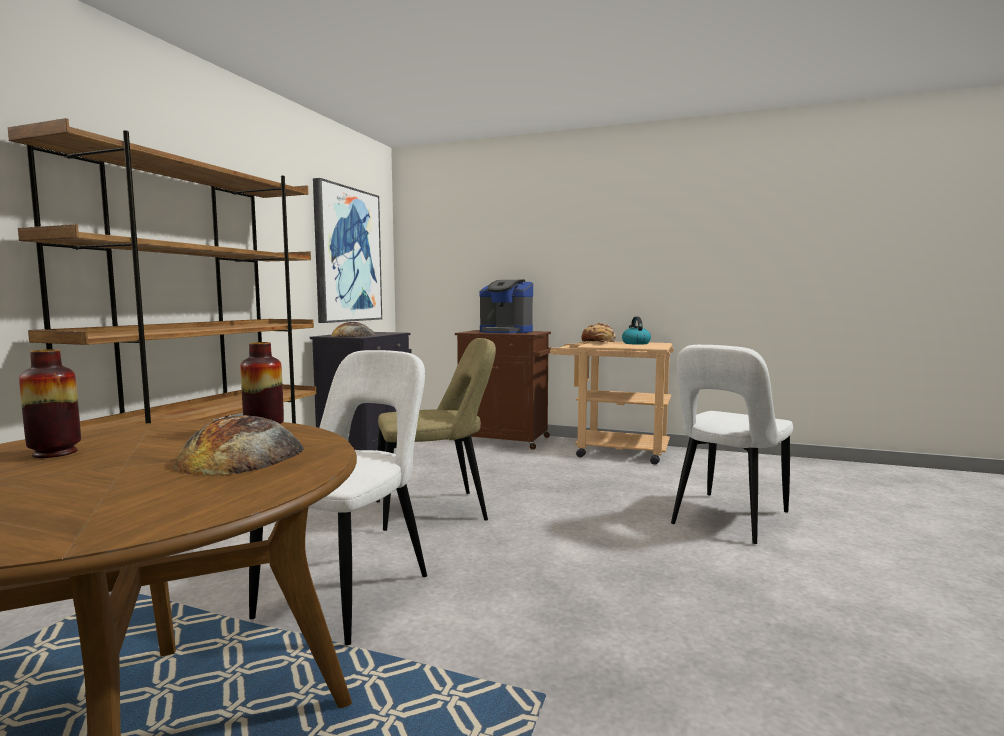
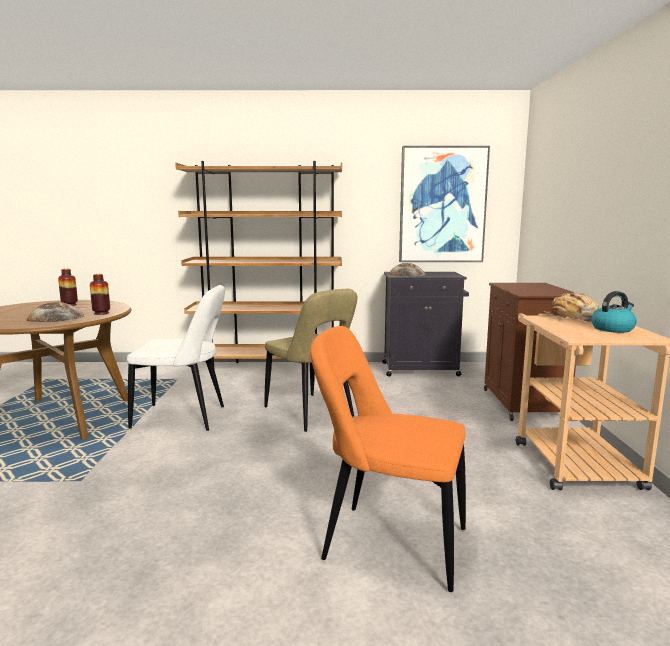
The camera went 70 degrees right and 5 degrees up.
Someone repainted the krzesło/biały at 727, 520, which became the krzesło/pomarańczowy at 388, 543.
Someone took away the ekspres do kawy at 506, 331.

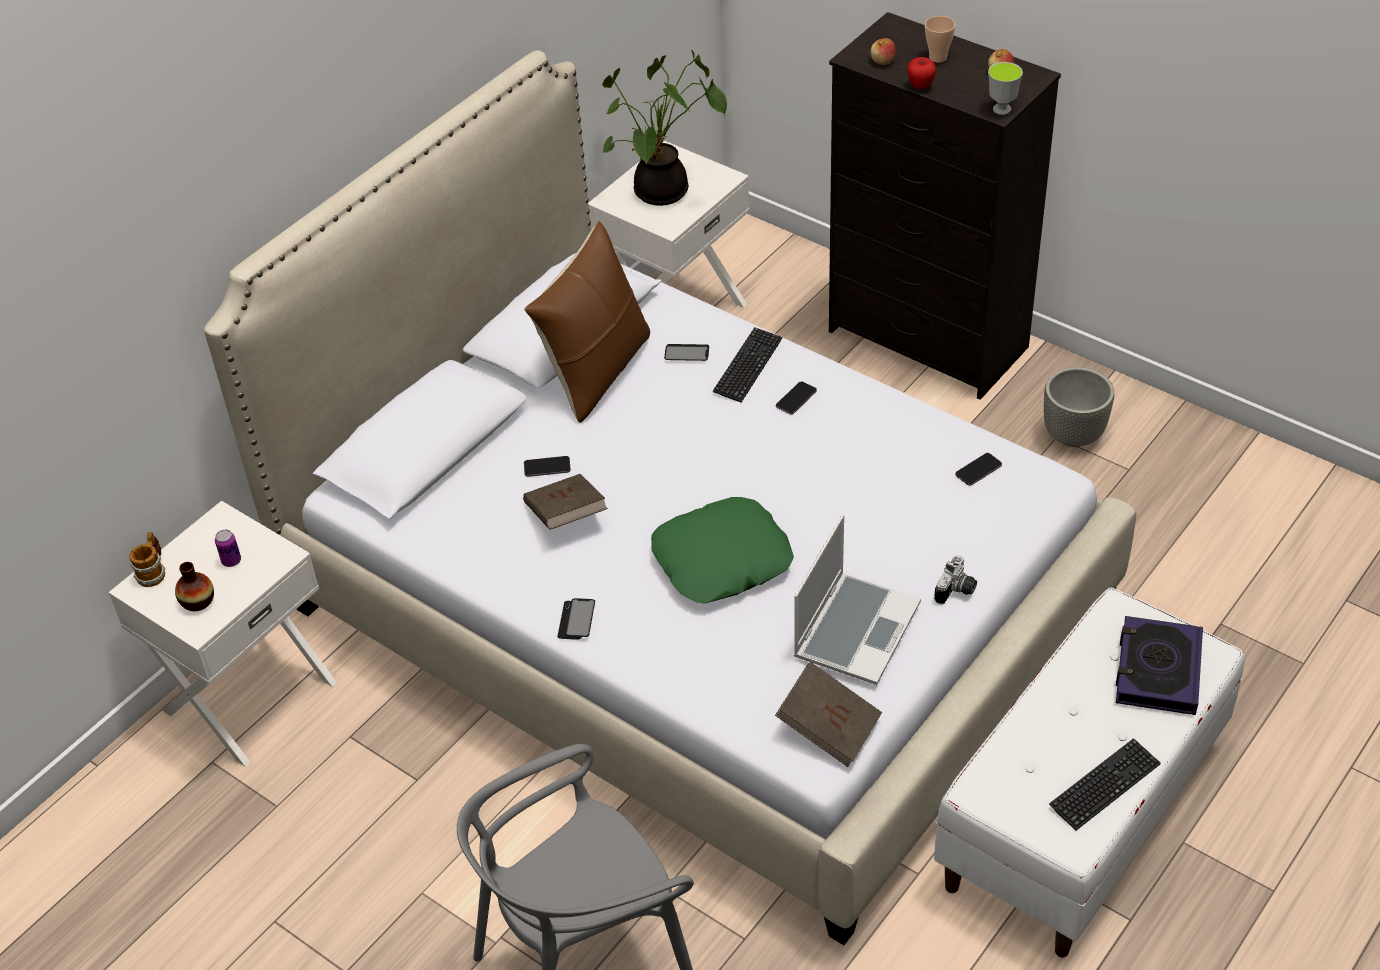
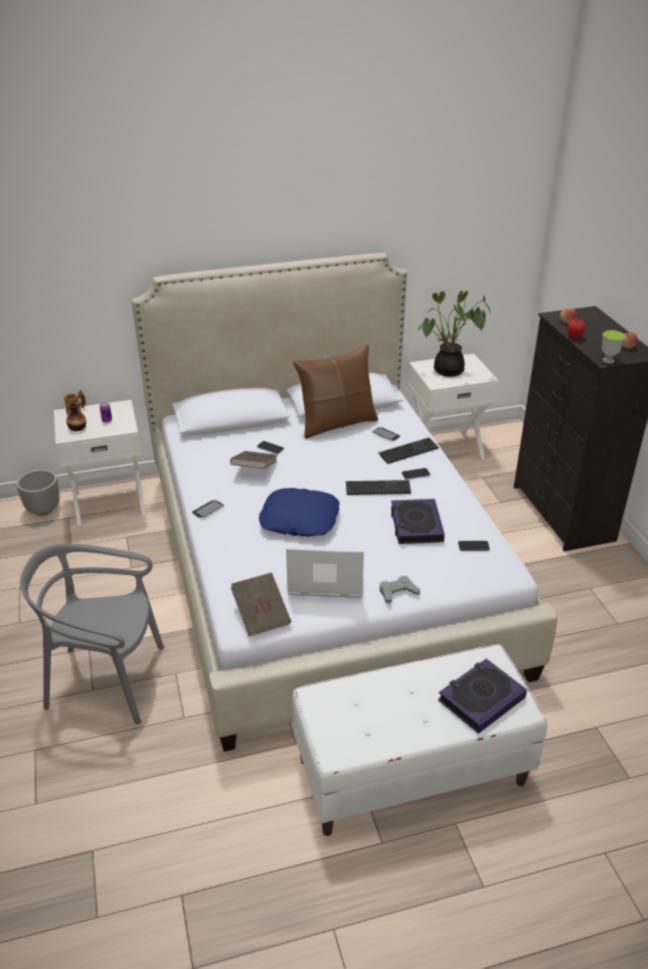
The camera went 35 degrees right and 10 degrees down.
Someone carried the donica from 1074, 435 to 43, 510.
Someone repainted the poduszka/zielony at 722, 561, which became the poduszka/niebieski at 299, 520.
Someone rotated the laptop at 855, 629 by 150 degrees counterclockwise.
Someone carried the klawiatura from 1104, 786 to 378, 489.
Someone swapped the aparat fotograficzny at 957, 591 for the pad do gier/szary at 397, 592.
Someone put down the książka at 416, 525.
Someone took away the filiżanka at 938, 57.

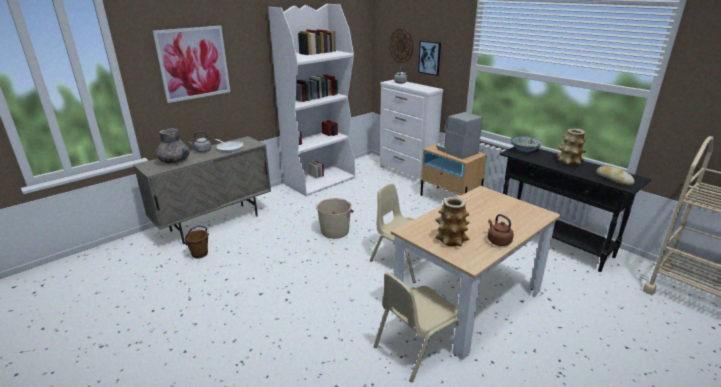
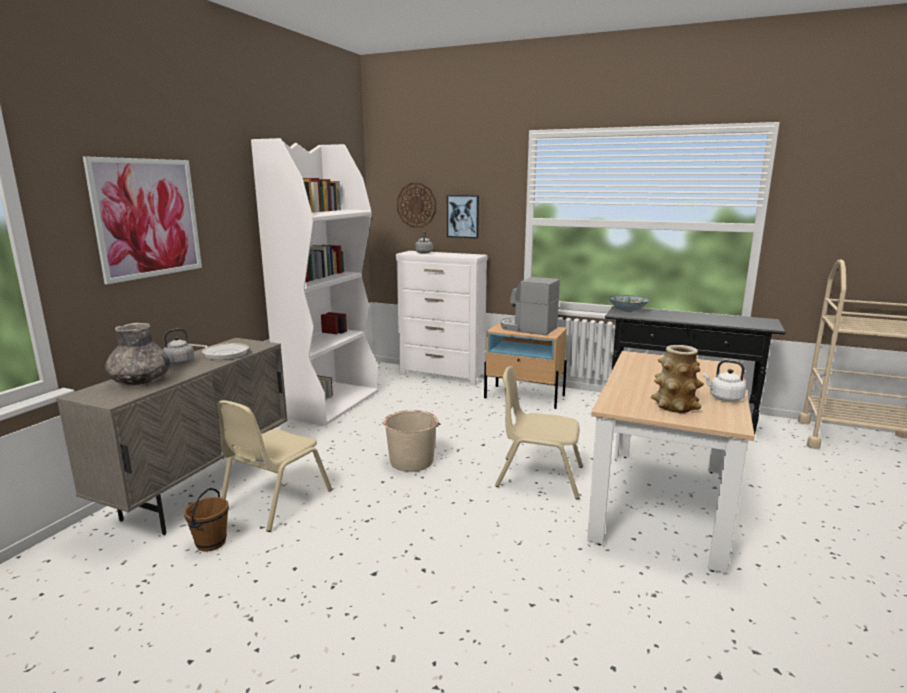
The camera went 25 degrees left and 10 degrees down.
Someone carried the krzesło/beżowy from 417, 347 to 275, 501.
Someone repainted the czajnik/brązowy at 498, 241, which became the czajnik/biały at 724, 398.
Someone took away the wazon at 568, 162.
Someone took away the chleb at 613, 179.

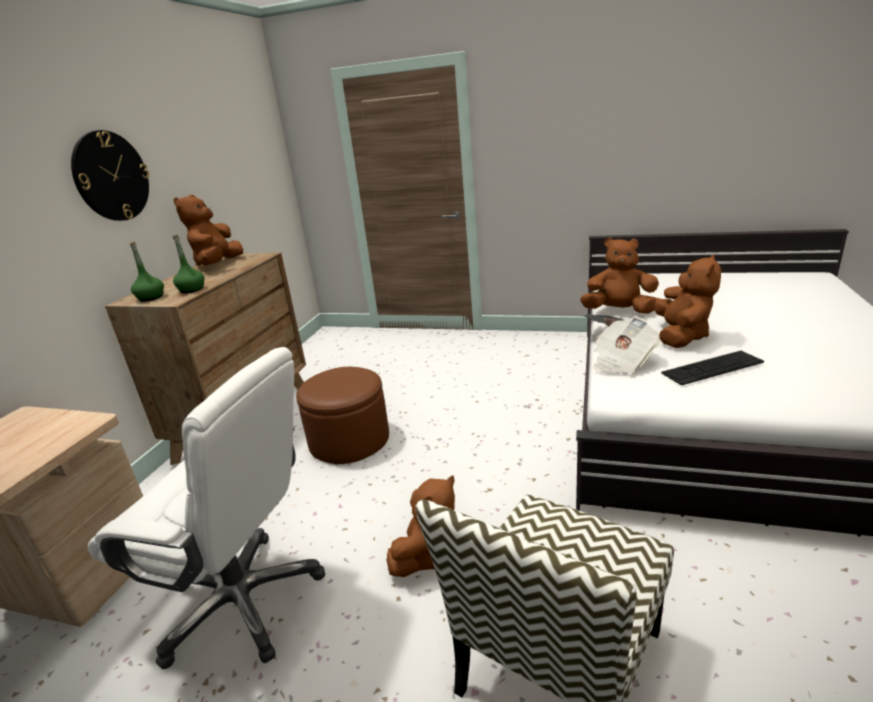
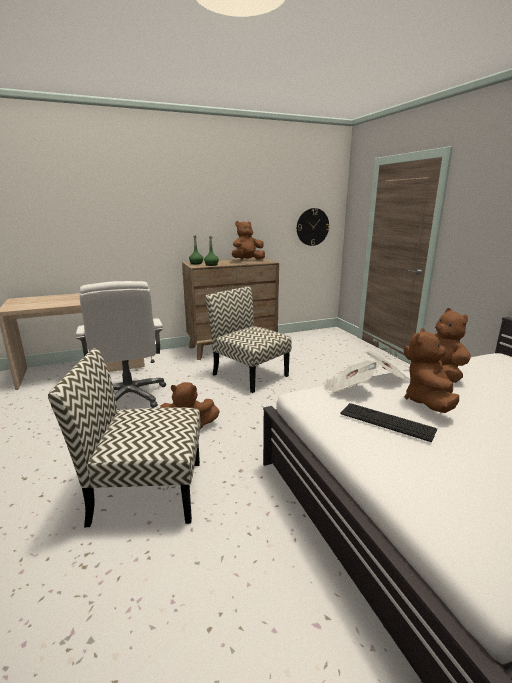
The camera went 50 degrees right and 5 degrees down.
Someone swapped the pufa/brązowy at 349, 440 for the krzesło at 249, 375.
Someone carried the zegar ścienny from 111, 176 to 312, 227.
Someone rotated the pluszak/brązowy at 681, 336 by 135 degrees clockwise.

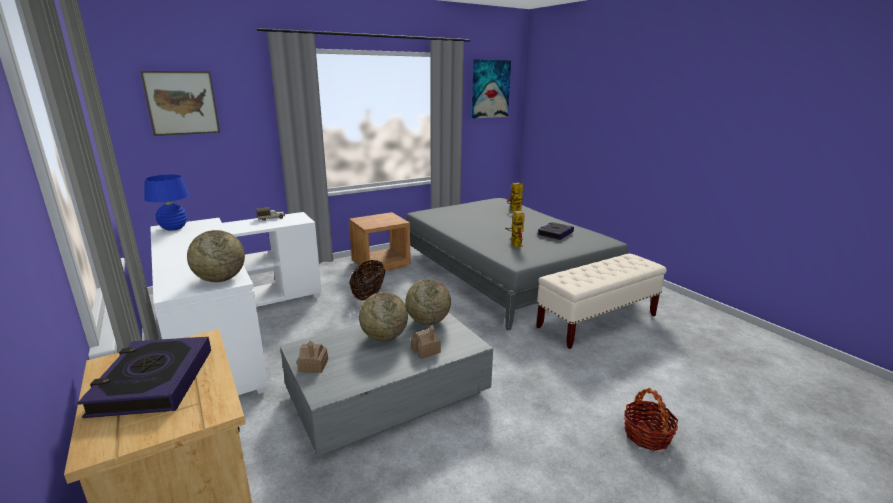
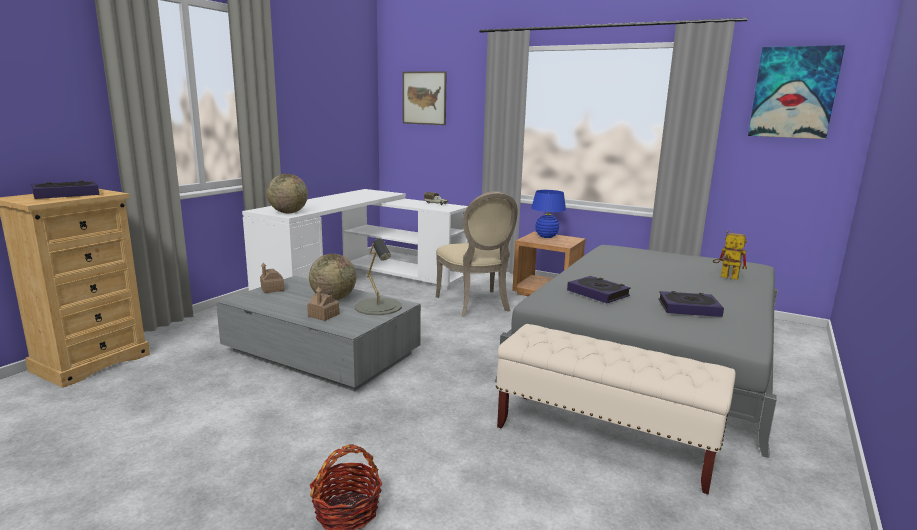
The camera went 60 degrees right and 5 degrees down.
Someone swapped the globus at 428, 321 for the lampa stołowa/szary at 378, 306.
Someone swapped the koszyk at 368, 295 for the krzesło/beżowy at 476, 304.
Someone carried the lampa stołowa/niebieski from 174, 228 to 546, 236.
Someone swapped the robot zabawkowy at 514, 243 for the książka at 598, 293.

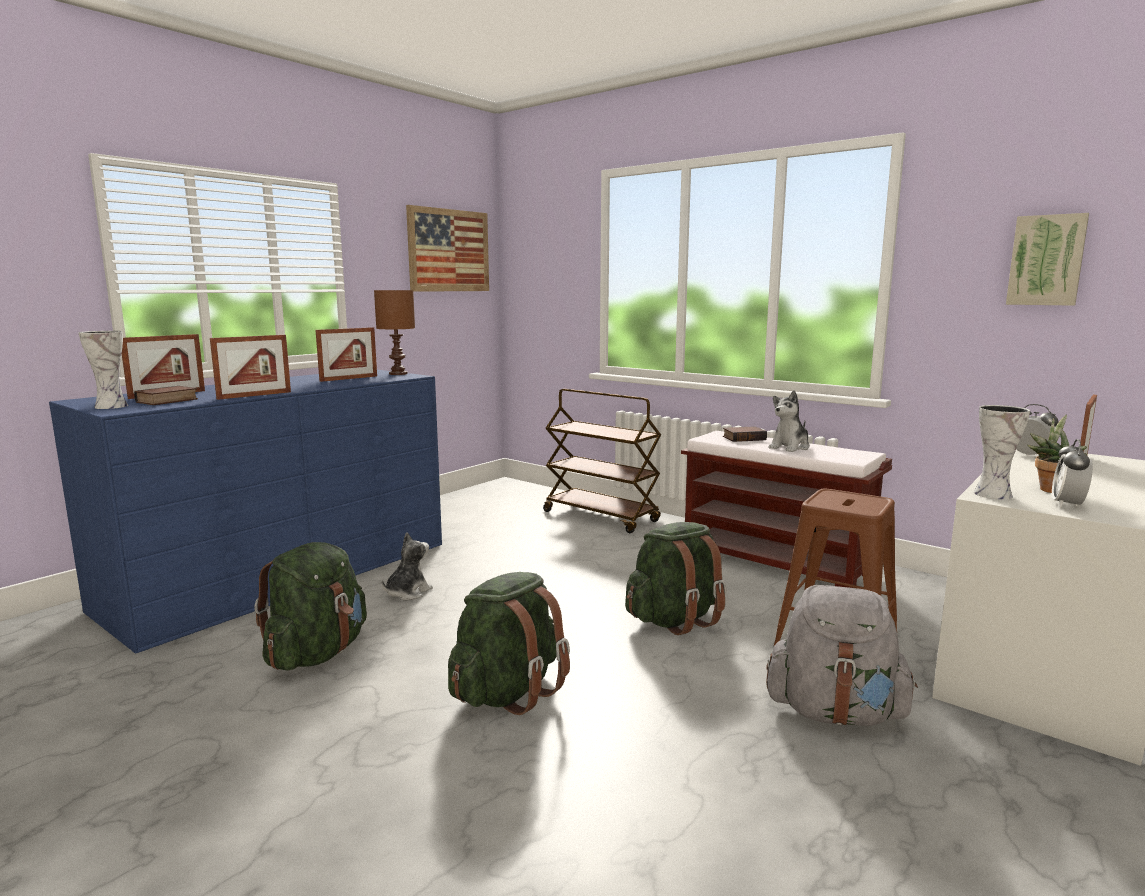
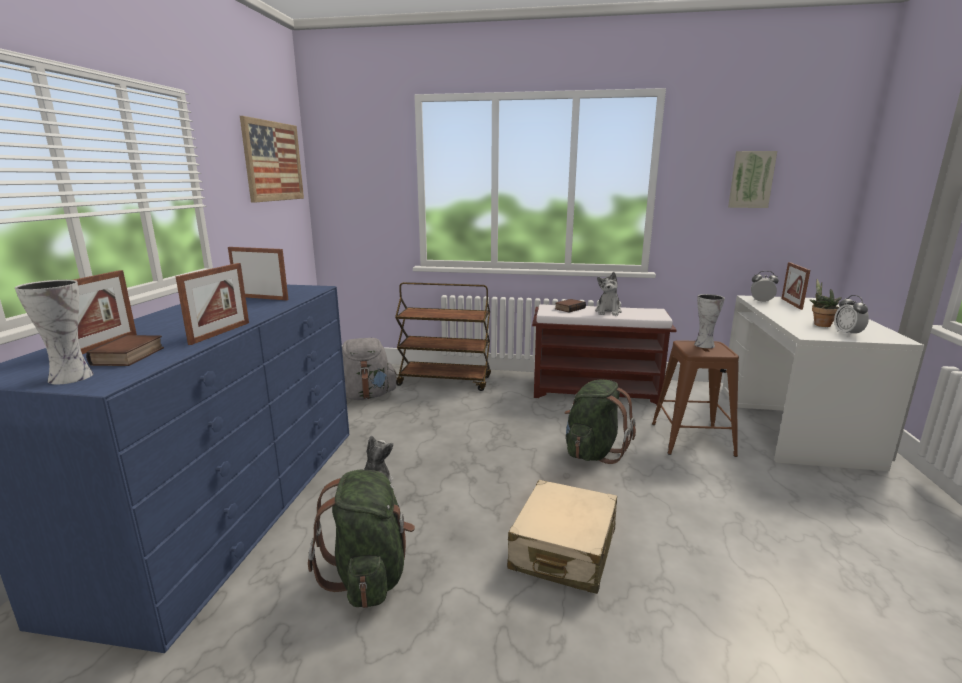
The camera went 30 degrees left and 5 degrees up.
Someone rotated the ramka na zdjęcie at 349, 378 by 90 degrees counterclockwise.
Someone carried the plecak/szary from 835, 712 to 366, 396.
Someone swapped the plecak/zielony at 508, 692 for the walizka/beżowy at 563, 549.
Someone carried the wazon from 991, 494 to 703, 345.
Someone took away the lampa stołowa/brązowy at 397, 373.

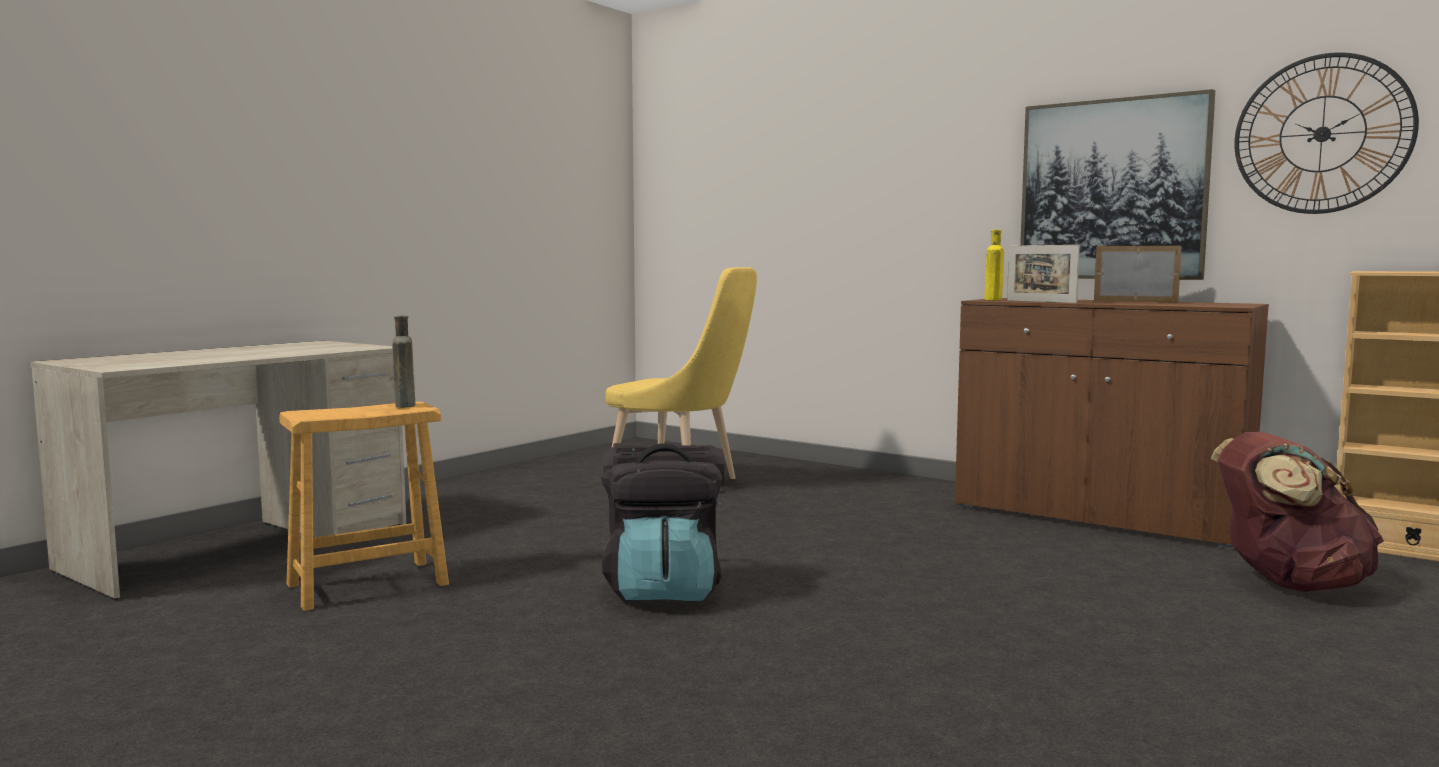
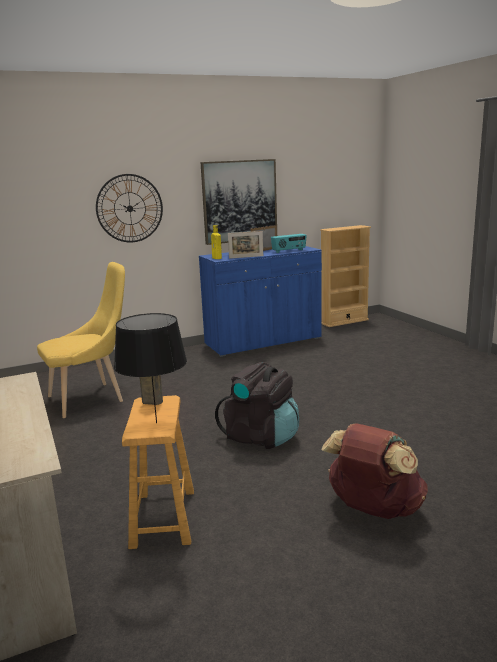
The camera went 60 degrees left and 10 degrees up.
Someone carried the zegar ścienny from 1322, 134 to 129, 208.
Someone put down the lampa stołowa/czarny at 156, 423.
Someone repainted the szafka/brązowy at 1098, 516, which became the szafka/niebieski at 263, 341.
Someone put down the radio at 289, 251.
Someone carried the plecak/brązowy from 1288, 583 to 373, 509.

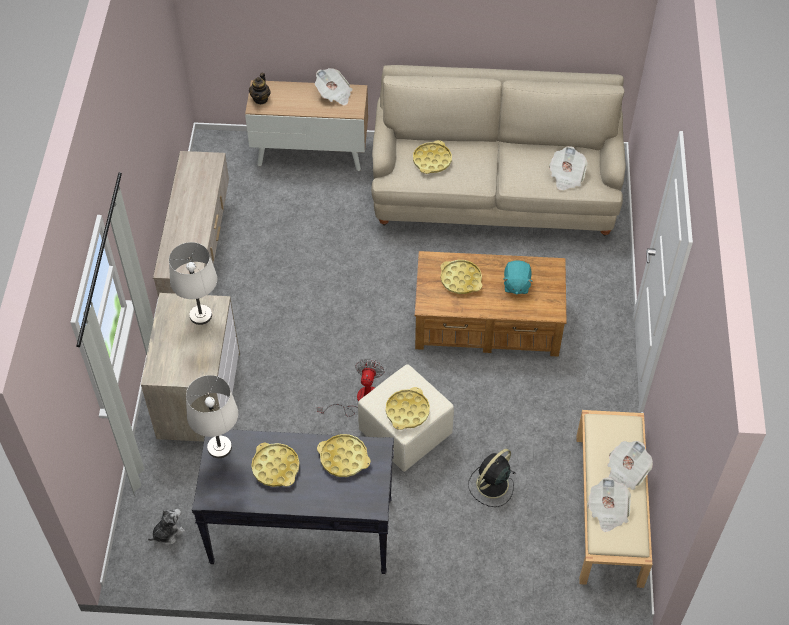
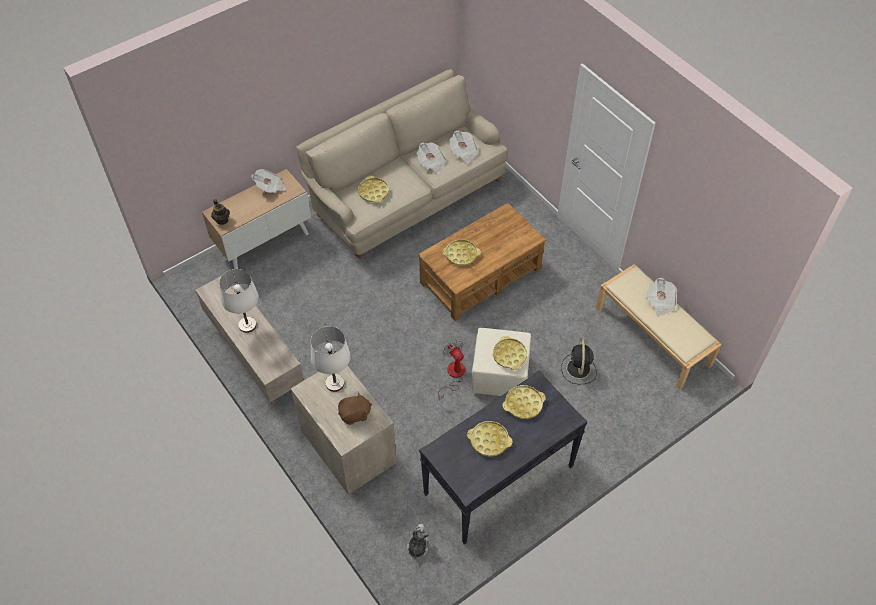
The camera went 40 degrees left and 0 degrees up.
Someone carried the lampa stołowa/biały from 219, 447 to 247, 325.
Someone put down the pluszak/brązowy at 355, 414.
Someone carried the gazeta from 607, 511 to 431, 163.
Someone took away the pluszak/turkusowy at 516, 285.

